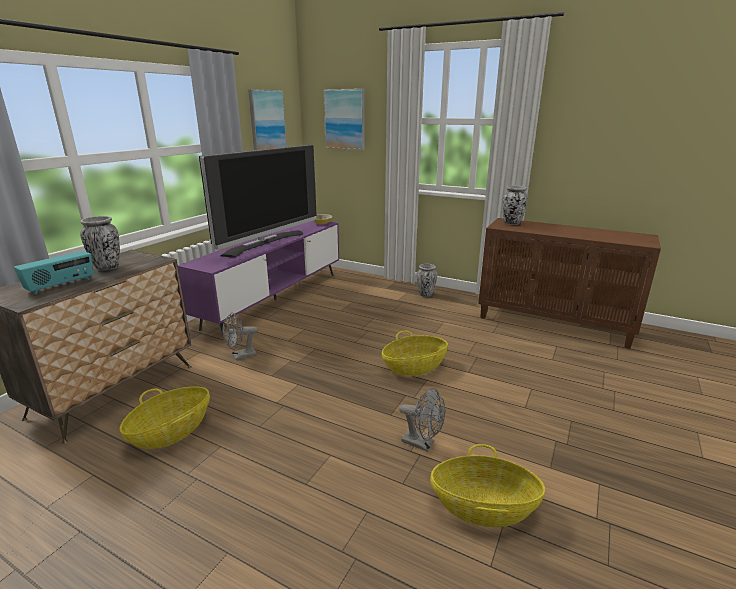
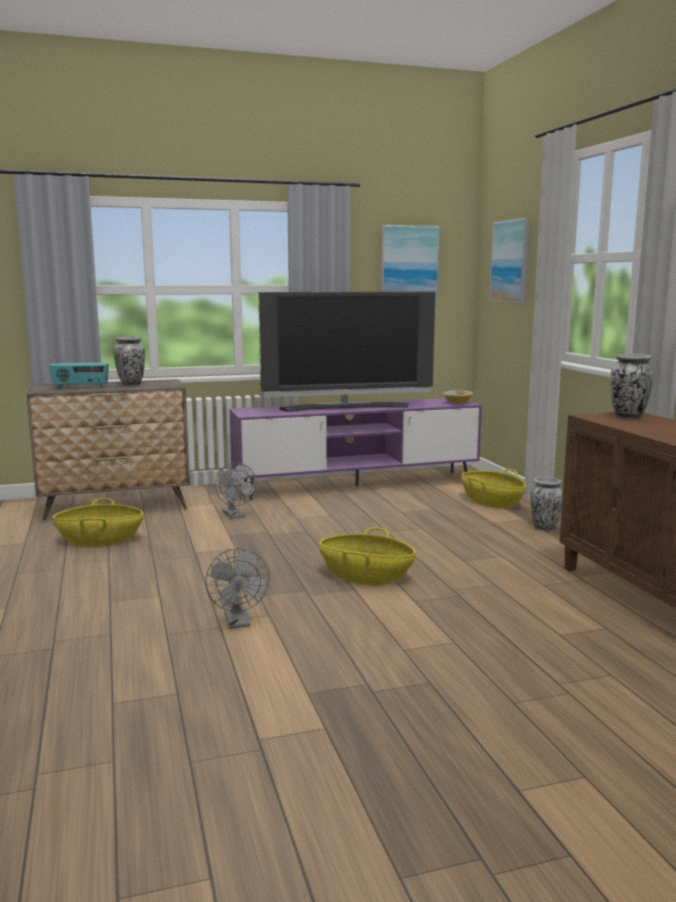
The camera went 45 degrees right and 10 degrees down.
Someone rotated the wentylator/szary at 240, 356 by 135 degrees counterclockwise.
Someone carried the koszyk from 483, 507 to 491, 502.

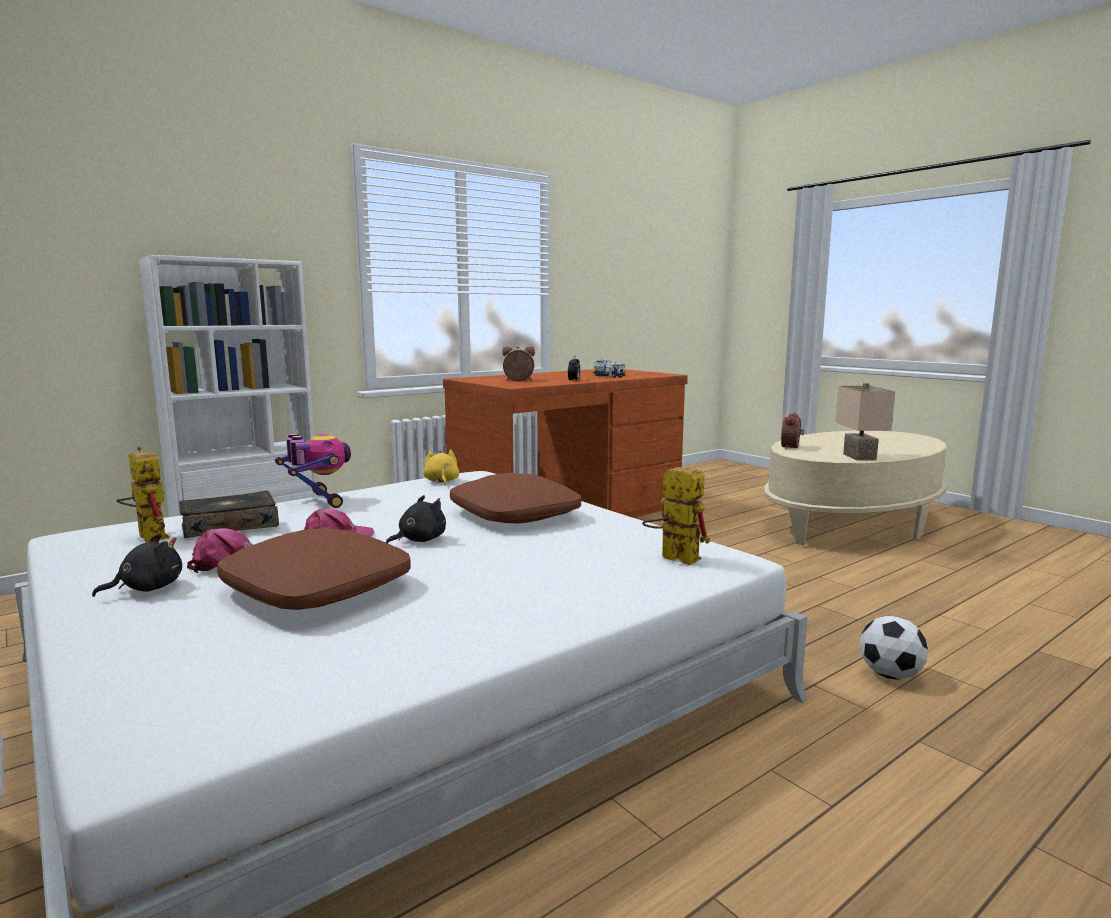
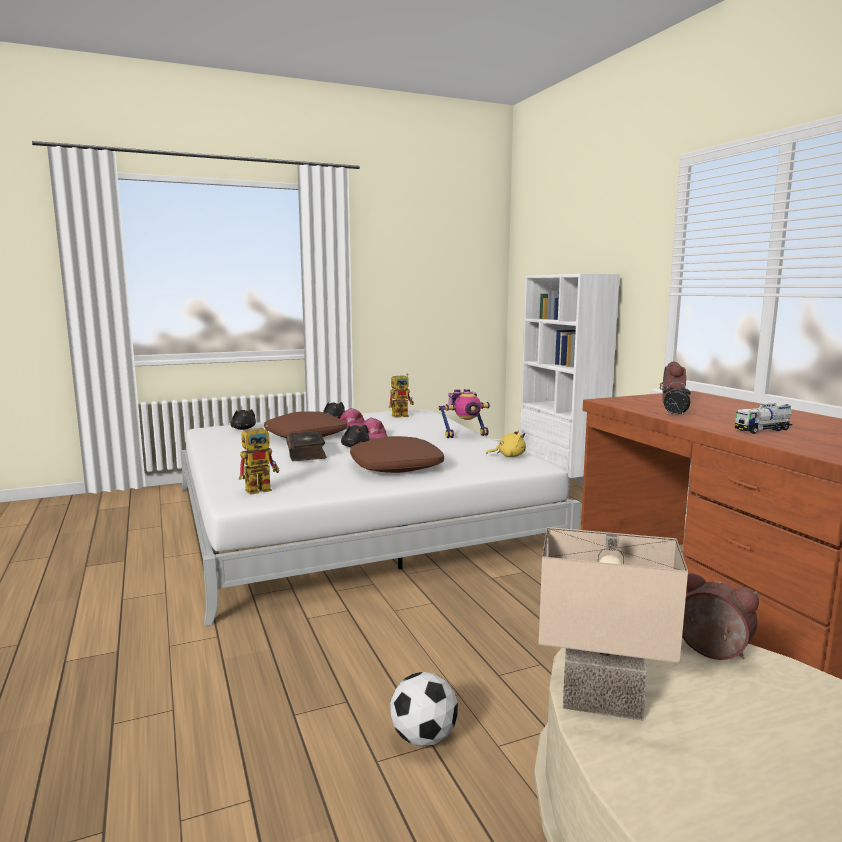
The camera went 105 degrees right and 0 degrees up.
Someone put down the pluszak/czarny at 243, 429.
Someone carried the książka from 230, 526 to 307, 453.
Someone carried the piłka futbolowa from 890, 675 to 423, 737.

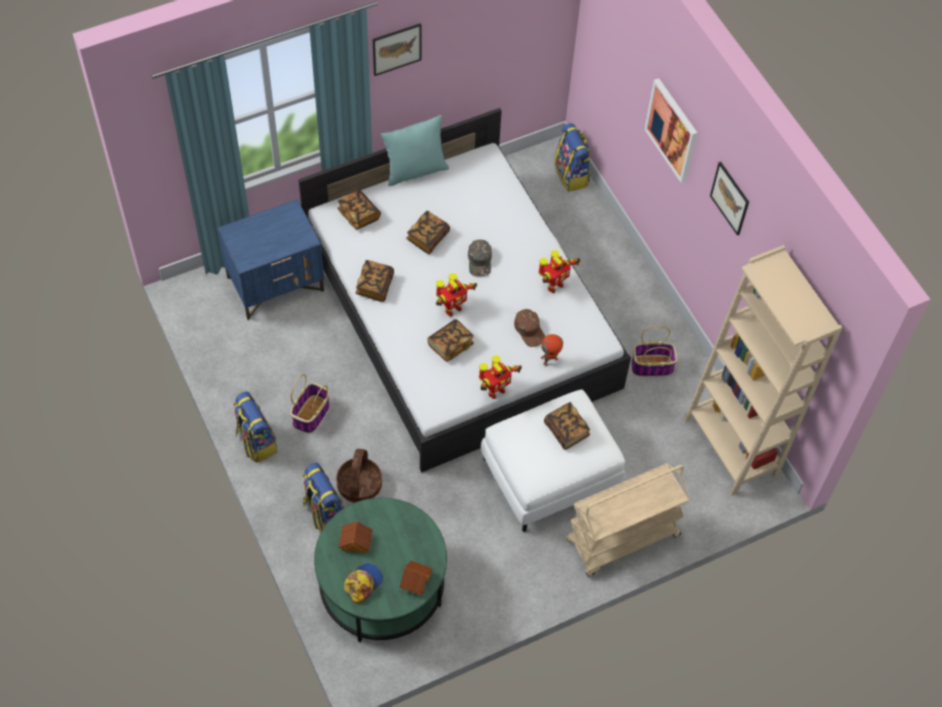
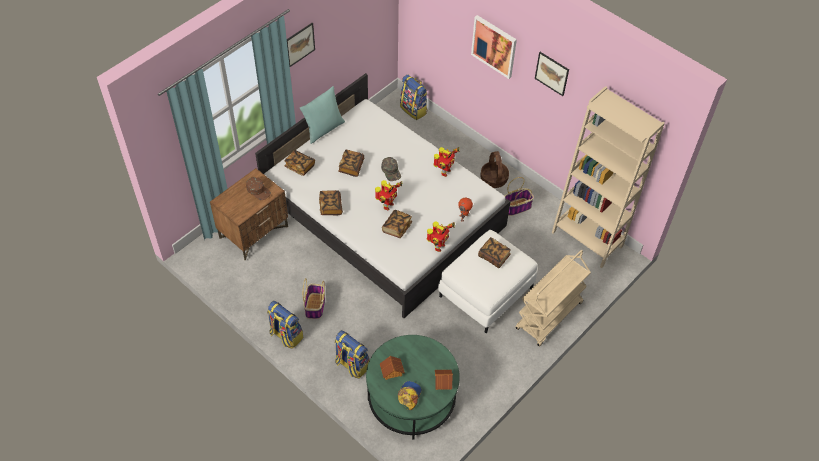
The camera went 20 degrees left and 5 degrees down.
Someone repainted the szafka nocna/niebieski at 276, 284, which became the szafka nocna/brązowy at 254, 232.
Someone carried the czapka z daszkiem/brązowy from 530, 330 to 258, 190.
Someone carried the koszyk from 360, 486 to 494, 179.

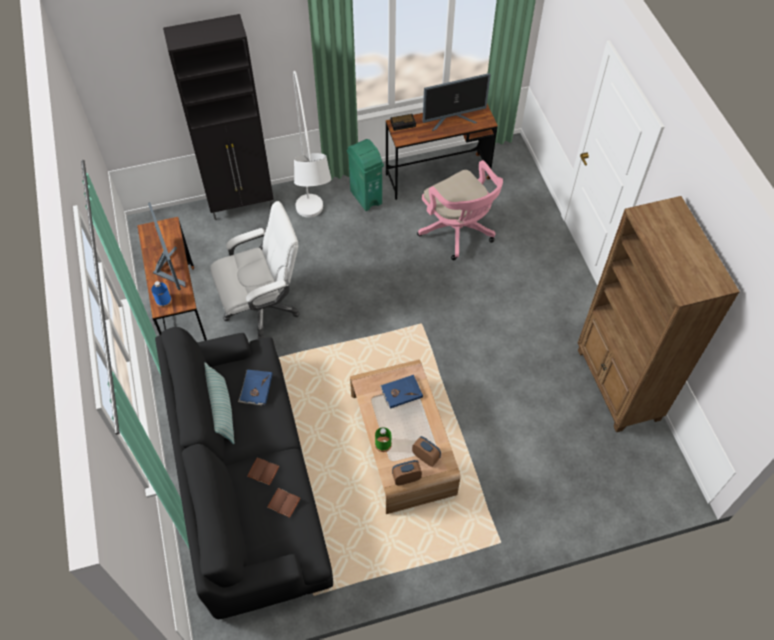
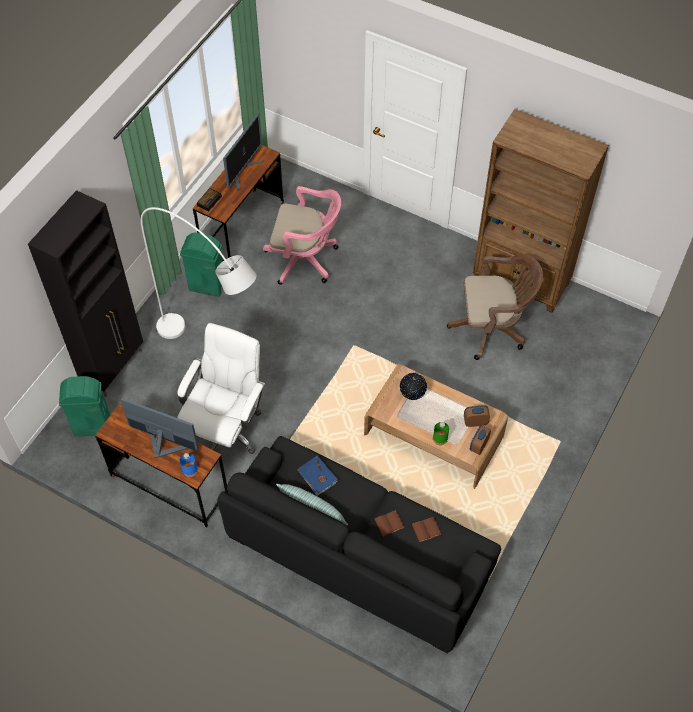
The camera went 45 degrees left and 0 degrees up.
Someone put down the kosz na śmieci/zielony at 92, 426.
Someone swapped the książka/niebieski at 401, 392 for the globus at 412, 395.
Someone put down the krzesło biurowe/brązowy at 492, 328.

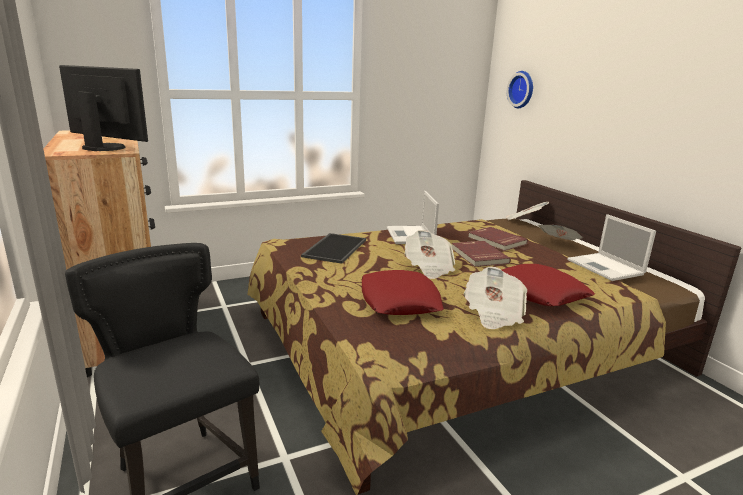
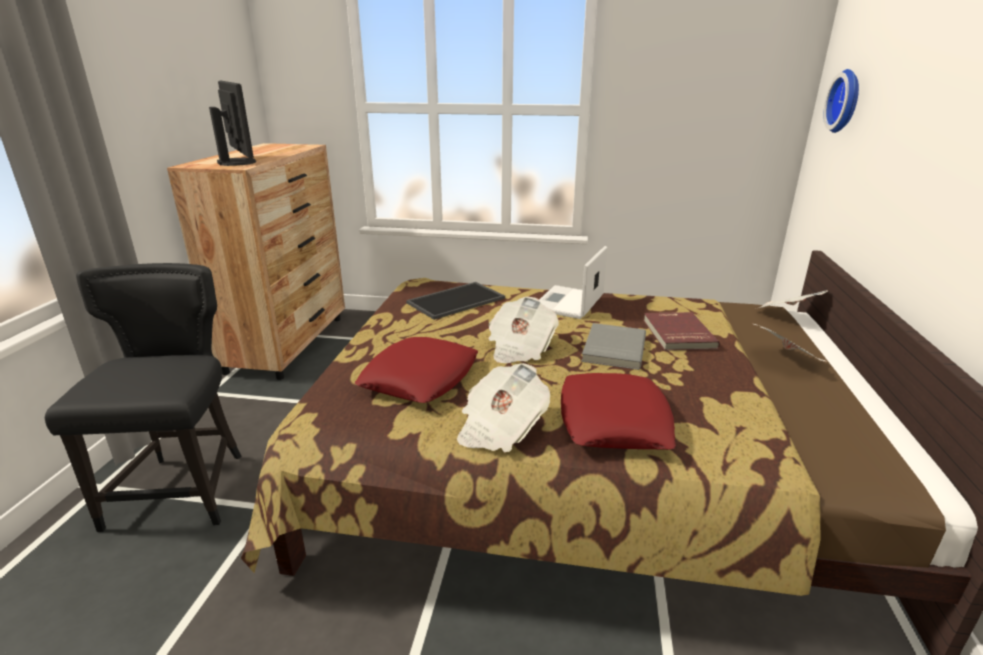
The camera went 35 degrees right and 5 degrees up.
Someone repainted the książka/czerwony at 478, 256, which became the książka/szary at 612, 348.
Someone took away the laptop at 606, 267.

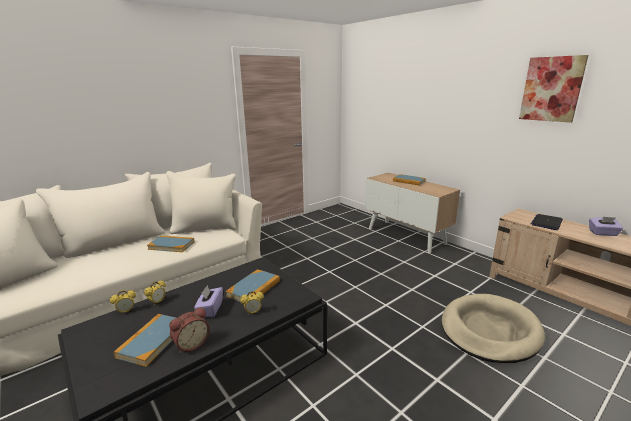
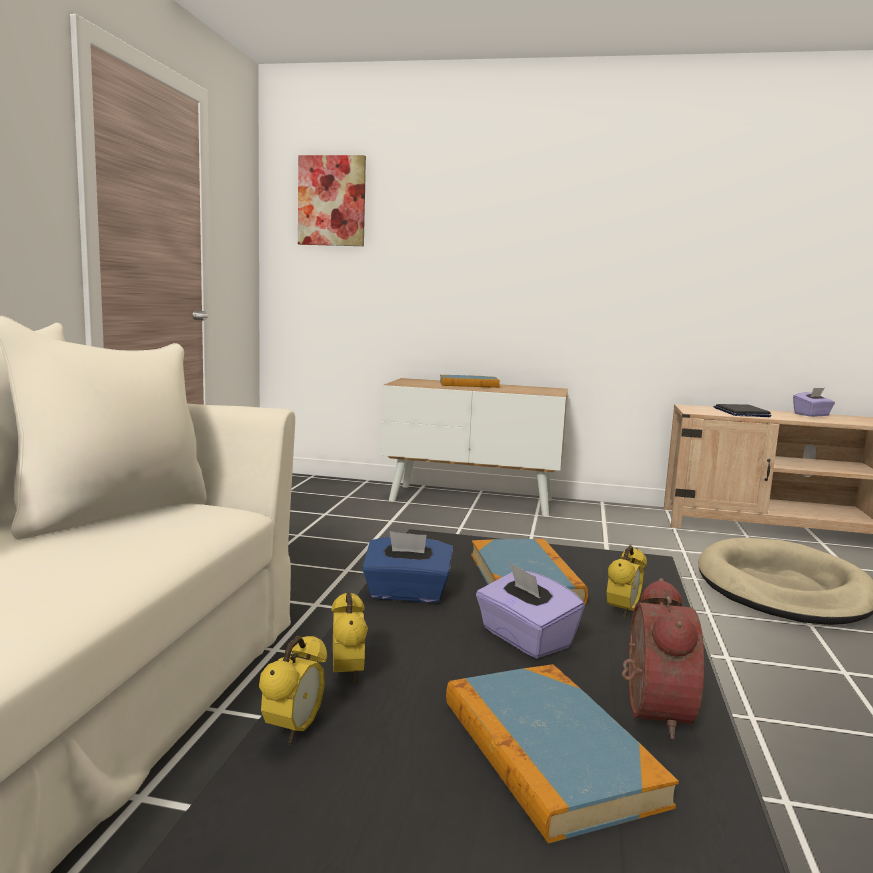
The camera went 40 degrees left and 10 degrees down.
Someone carried the obraz from 551, 89 to 332, 201.
Someone put down the pudełko chusteczek/niebieski at 407, 593.
Someone took away the książka at 171, 245.

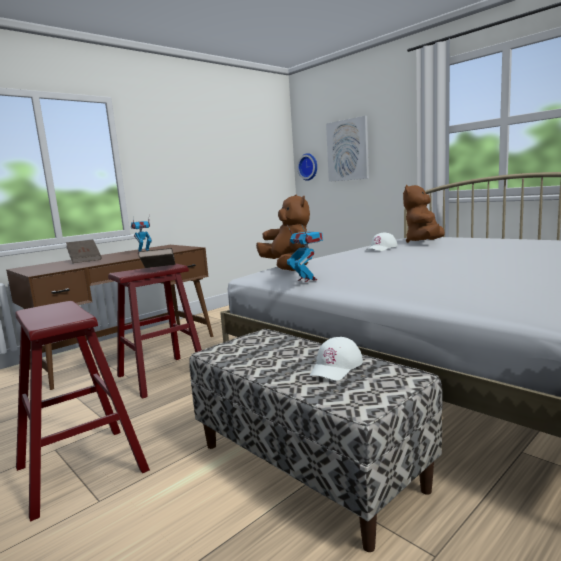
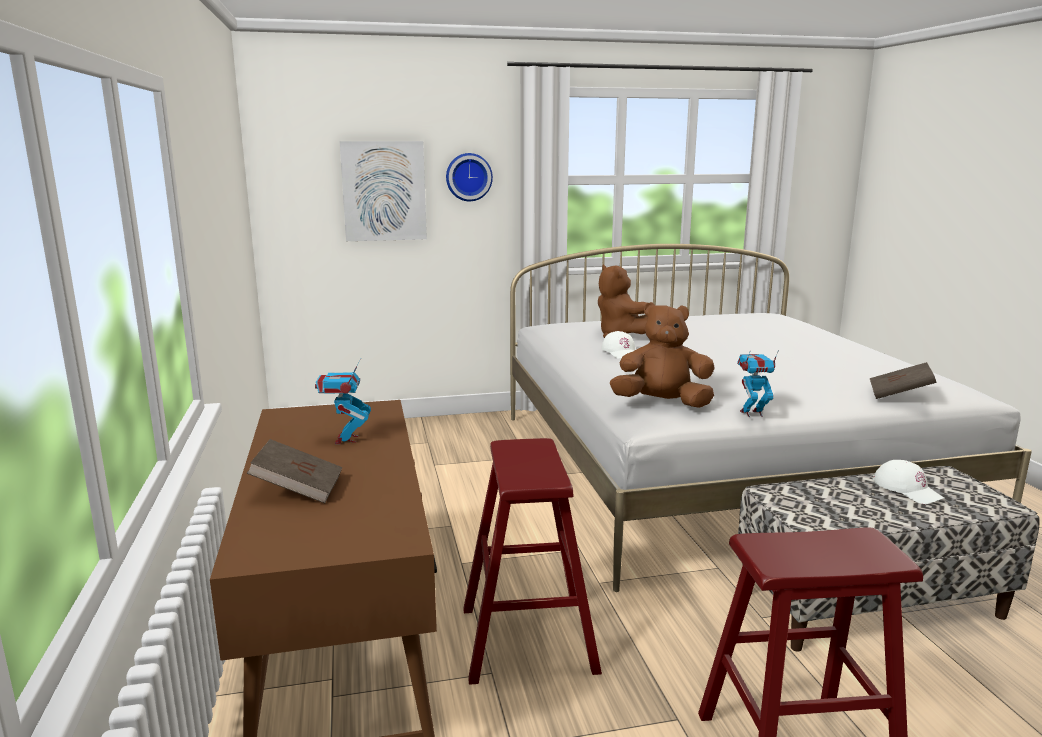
The camera went 60 degrees left and 5 degrees up.
Someone carried the zegar ścienny from 309, 167 to 468, 177.
Someone carried the książka/brązowy from 158, 269 to 899, 395.

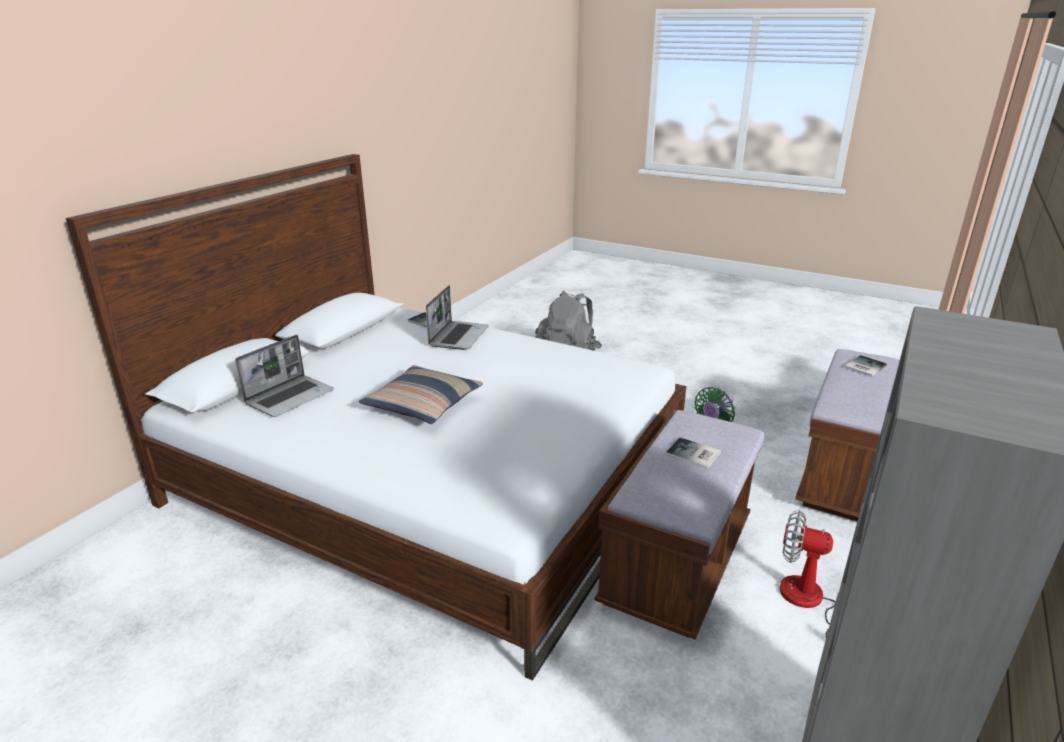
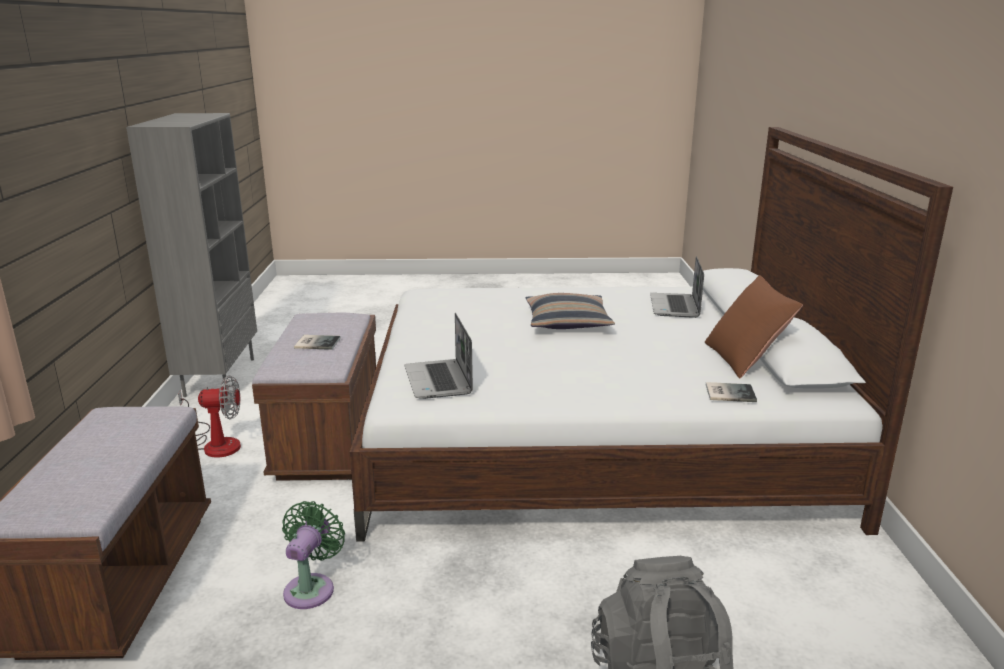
The camera went 150 degrees right and 5 degrees down.
Someone carried the laptop from 458, 336 to 439, 381.
Someone put down the poduszka/brązowy at 745, 358.
Someone took away the książka at 863, 366.

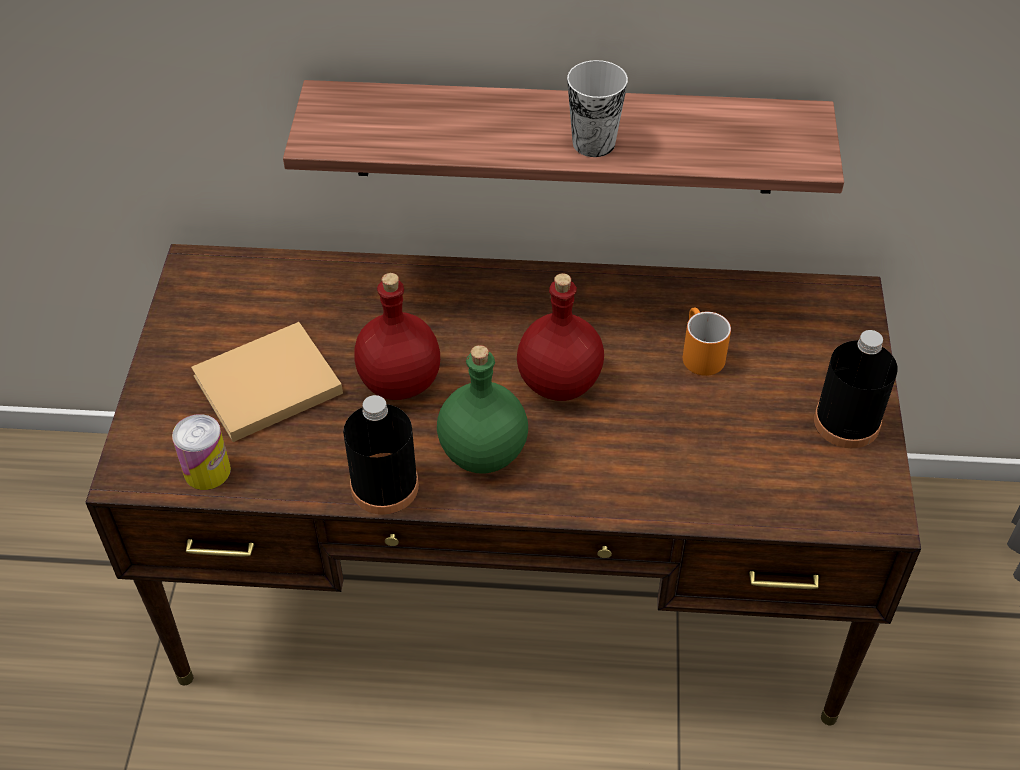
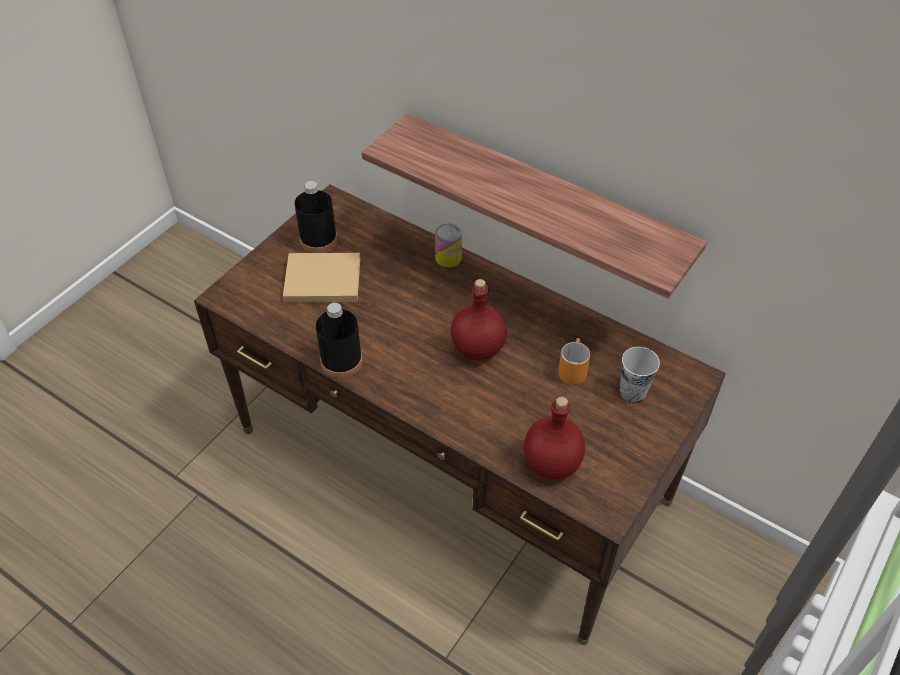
The camera went 30 degrees right and 0 degrees up.
Someone carried the butelka/czarny from 846, 422 to 318, 240.
Someone carried the puszka from 207, 471 to 448, 258.
Someone carried the butelka/czerwony from 401, 382 to 552, 463.
Someone carried the filiżanka from 593, 143 to 633, 392.
Someone took away the butelka/zielony at 481, 453.

